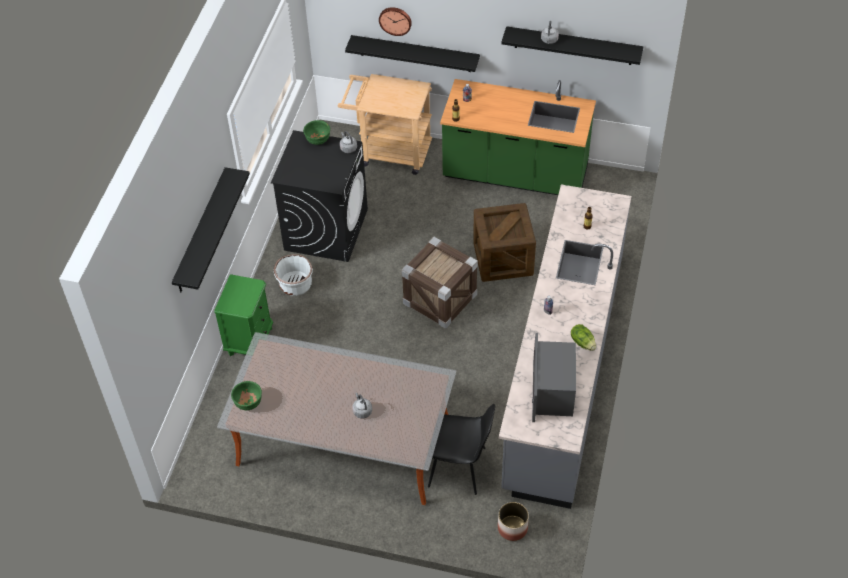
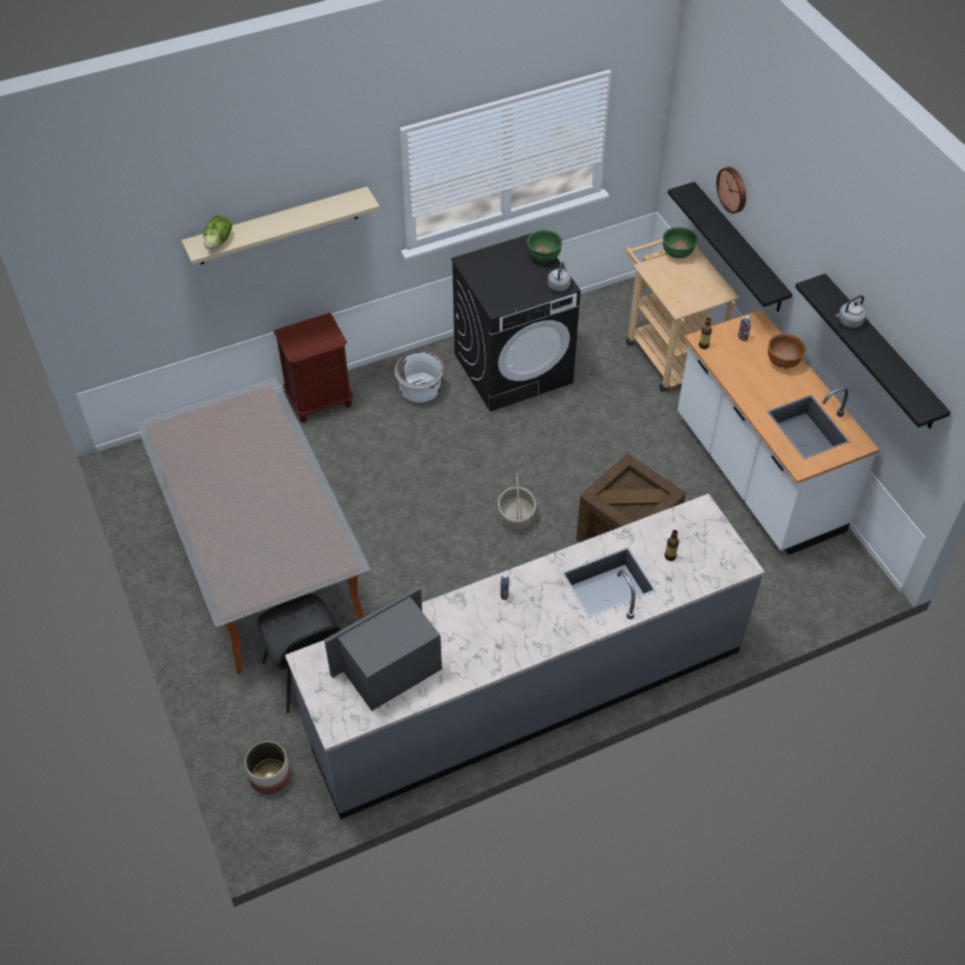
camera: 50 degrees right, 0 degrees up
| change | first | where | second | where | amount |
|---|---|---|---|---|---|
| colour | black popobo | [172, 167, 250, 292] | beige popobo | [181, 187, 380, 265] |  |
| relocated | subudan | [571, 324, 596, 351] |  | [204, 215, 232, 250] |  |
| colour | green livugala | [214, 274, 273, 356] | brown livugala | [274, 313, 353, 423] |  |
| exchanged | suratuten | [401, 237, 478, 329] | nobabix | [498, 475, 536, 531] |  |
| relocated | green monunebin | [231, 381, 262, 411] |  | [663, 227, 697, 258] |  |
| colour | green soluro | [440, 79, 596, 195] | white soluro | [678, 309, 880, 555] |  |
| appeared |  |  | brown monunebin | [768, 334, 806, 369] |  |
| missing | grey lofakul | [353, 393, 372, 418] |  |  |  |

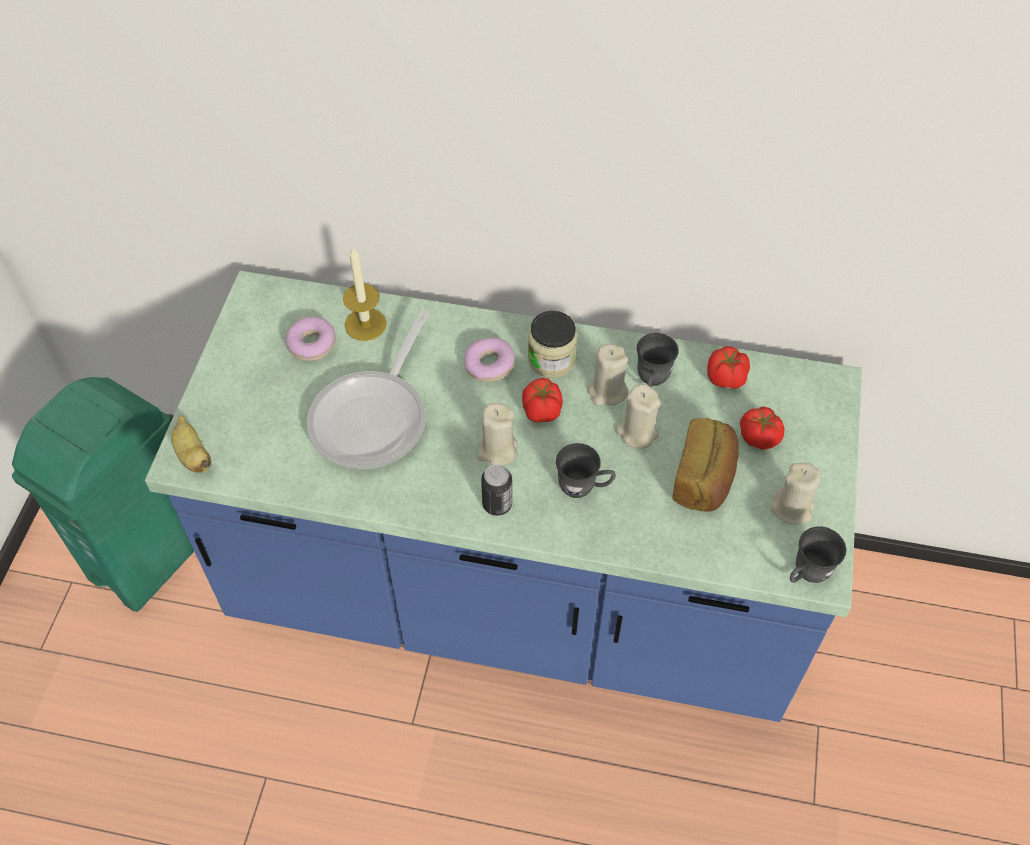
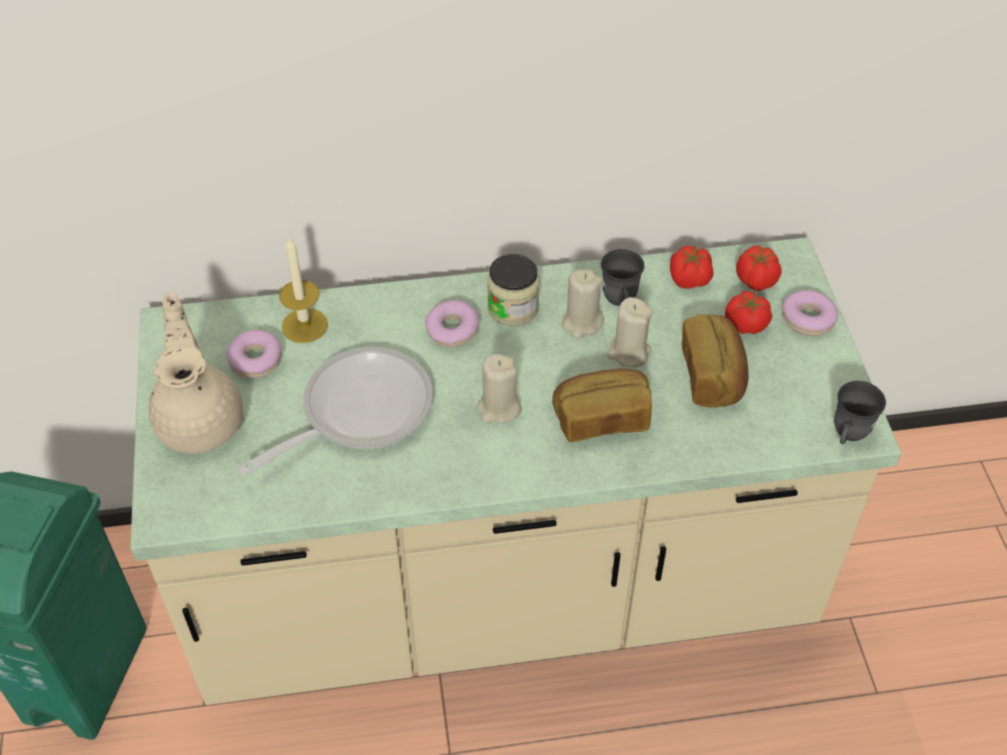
camera: 20 degrees left, 5 degrees down
| change | first | where | second | where | amount |
|---|---|---|---|---|---|
| colour | blue soluro | [145, 271, 862, 722] | beige soluro | [130, 237, 901, 705] |  |
| appeared |  |  | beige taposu | [149, 292, 243, 454] |  |
| spun | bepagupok | [307, 310, 429, 469] |  | [236, 347, 433, 477] | 135 degrees counterclockwise |
| exchanged | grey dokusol | [556, 443, 616, 498] | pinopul | [552, 368, 652, 442] |  |
| relocated | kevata | [522, 378, 563, 423] |  | [736, 245, 782, 291] |  |
| appeared |  |  | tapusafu | [782, 290, 838, 336] |  |
| missing | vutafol | [172, 415, 211, 473] |  |  |  |
| missing | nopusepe | [481, 464, 512, 516] |  |  |  |
| missing | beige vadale | [771, 463, 821, 525] |  |  |  |

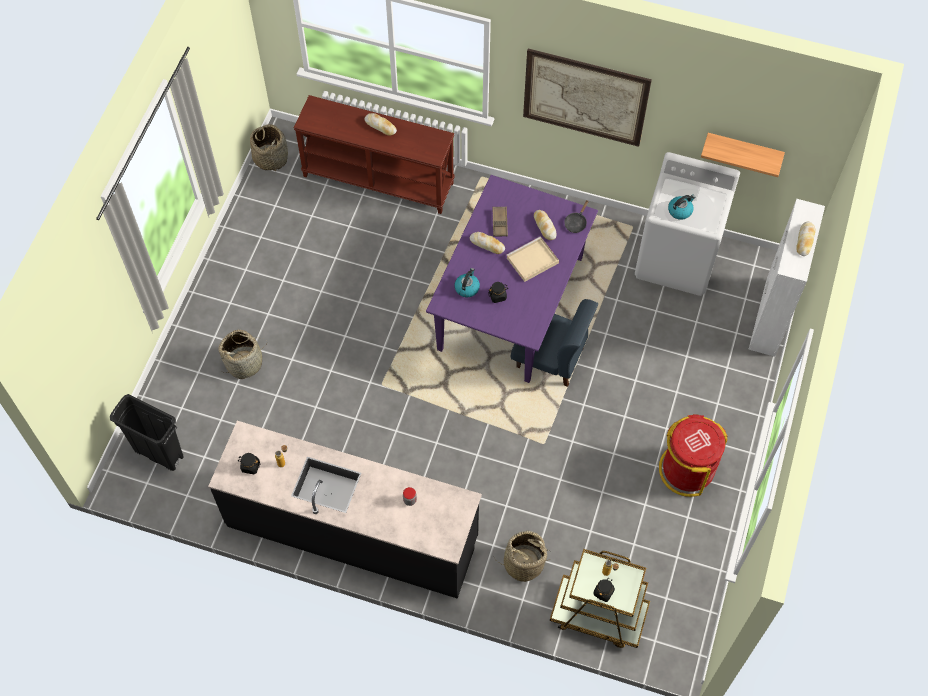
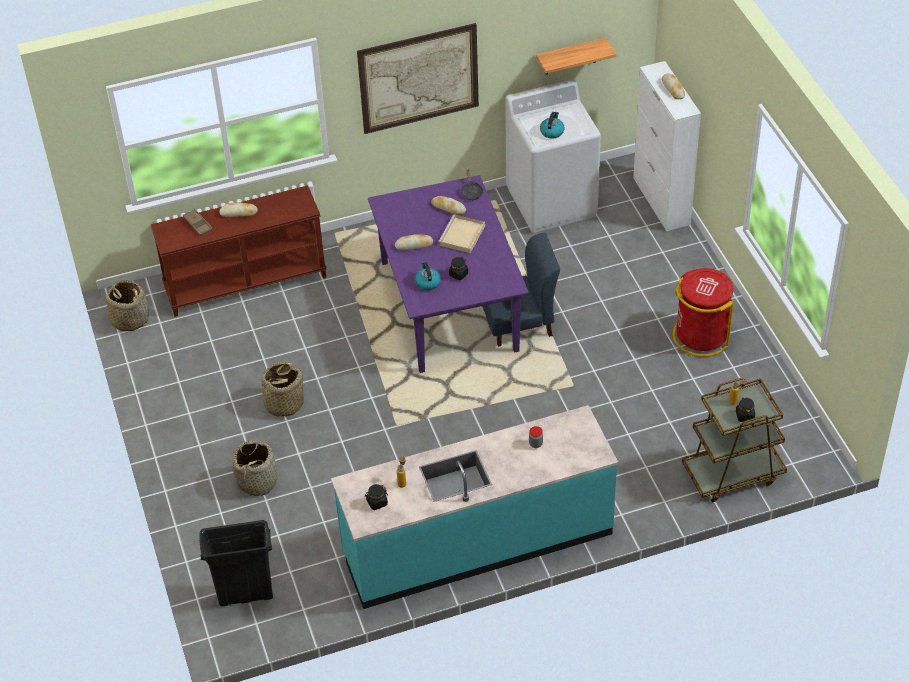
camera: 35 degrees left, 15 degrees down
| change | first | where | second | where | amount |
|---|---|---|---|---|---|
| relocated | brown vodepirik | [493, 207, 508, 236] |  | [183, 209, 213, 236] |  |
| relocated | nobabix | [495, 531, 550, 582] |  | [257, 362, 304, 417] |  |
| colour | black soluro | [208, 421, 482, 599] | turquoise soluro | [331, 405, 618, 609] |  |

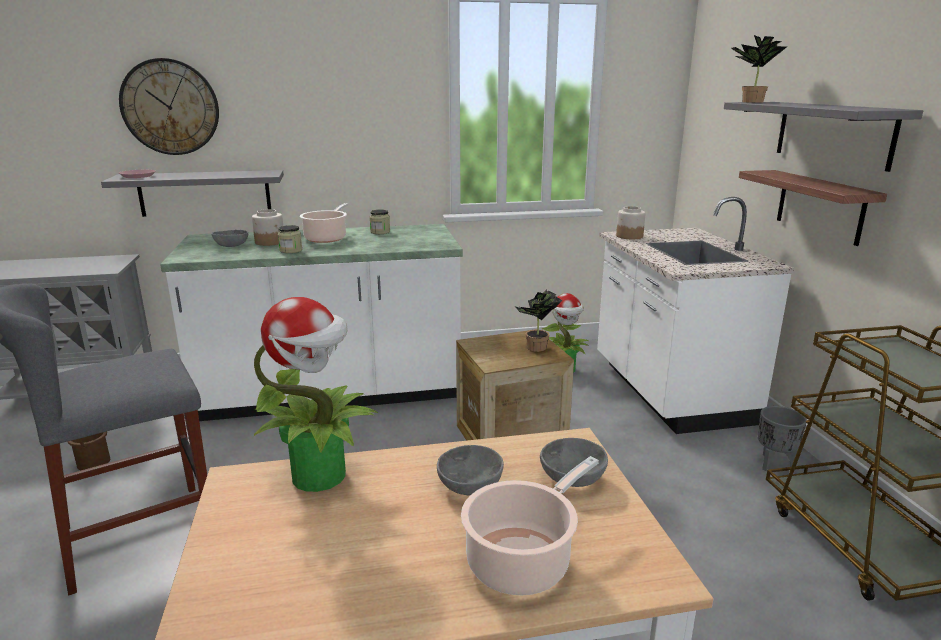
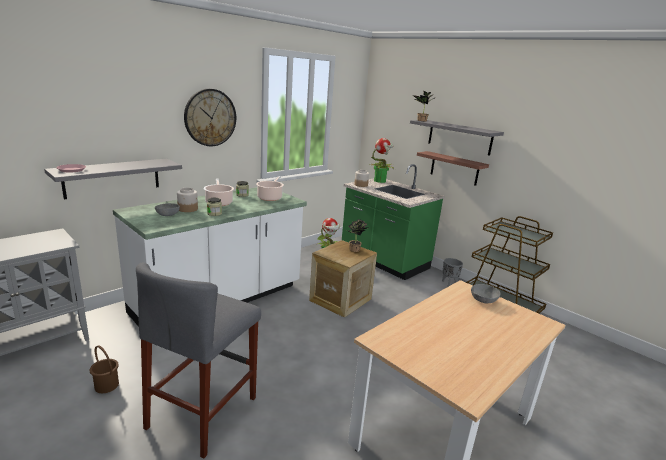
camera: 35 degrees left, 0 degrees up
| change | first | where | second | where | amount |
|---|---|---|---|---|---|
| relocated | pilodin | [119, 58, 219, 155] |  | [184, 89, 236, 146] |  |
| relocated | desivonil | [461, 456, 599, 596] |  | [256, 176, 284, 201] |  |
| colour | white soluro | [597, 197, 794, 434] | green soluro | [342, 164, 444, 280] |  |
| relocated | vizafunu | [254, 297, 378, 492] |  | [370, 138, 395, 183] |  |
| missing | grey monunebin | [437, 445, 504, 496] |  |  |  |

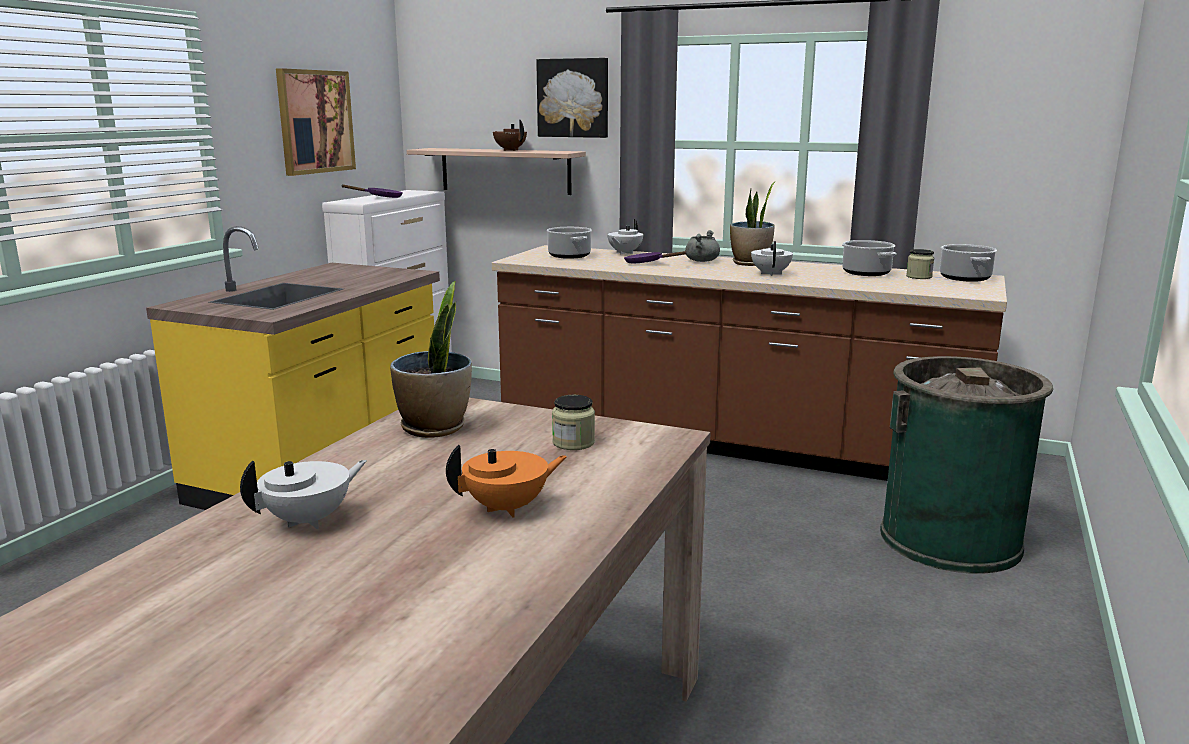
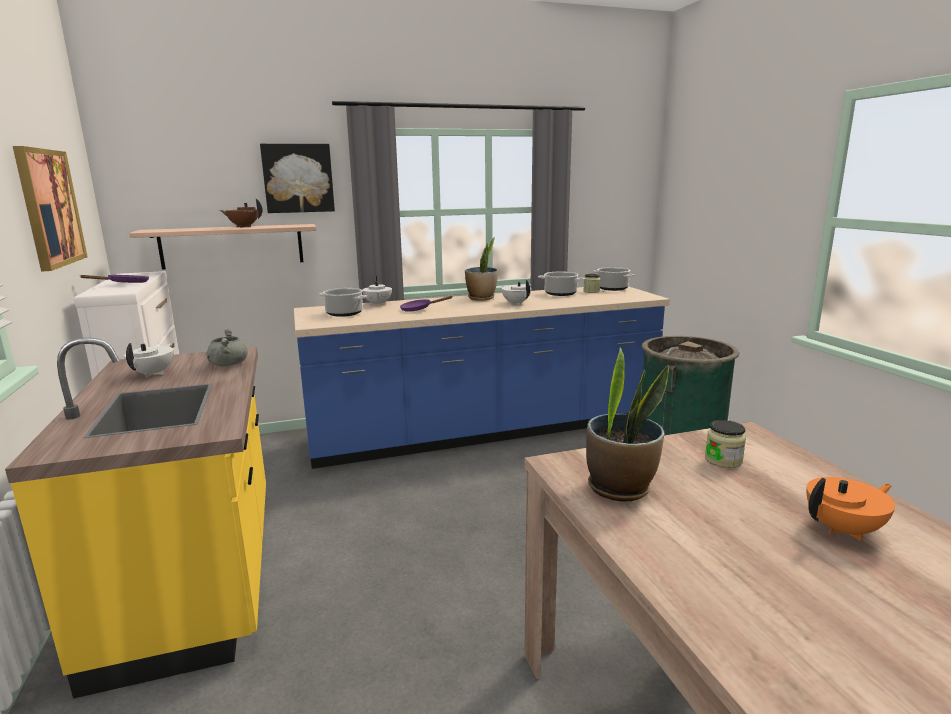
camera: 40 degrees left, 0 degrees up
| change | first | where | second | where | amount |
|---|---|---|---|---|---|
| relocated | white taposu | [240, 460, 367, 529] |  | [124, 343, 174, 377] |  |
| relocated | grey desivonil | [685, 230, 720, 262] |  | [207, 329, 248, 366] |  |
| colour | brown soluro | [492, 245, 1007, 481] | blue soluro | [294, 286, 670, 469] |  |
| spun | orange taposu | [446, 445, 567, 518] |  | [806, 477, 895, 541] | 45 degrees clockwise |

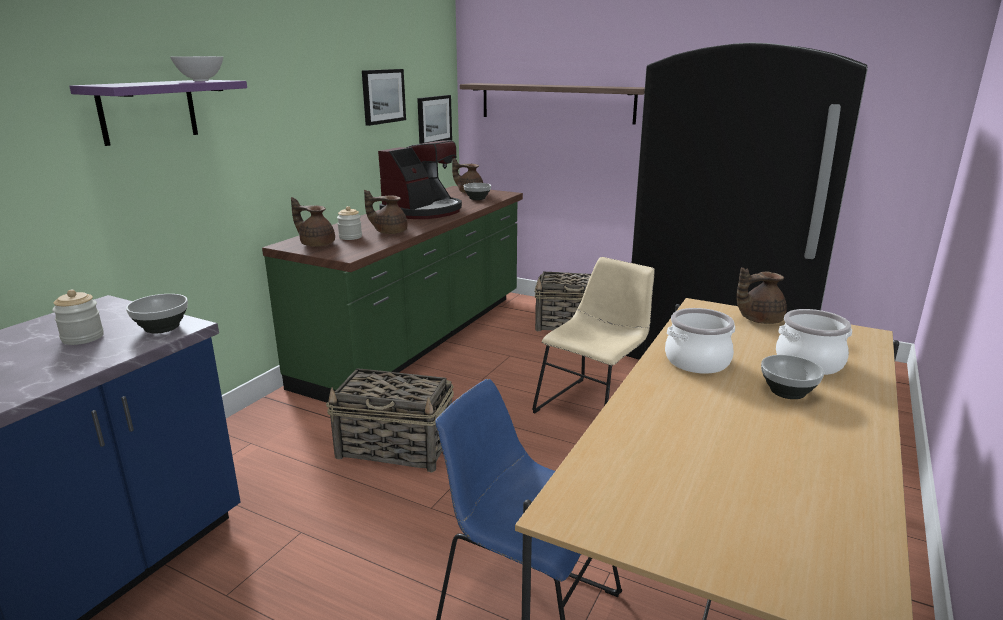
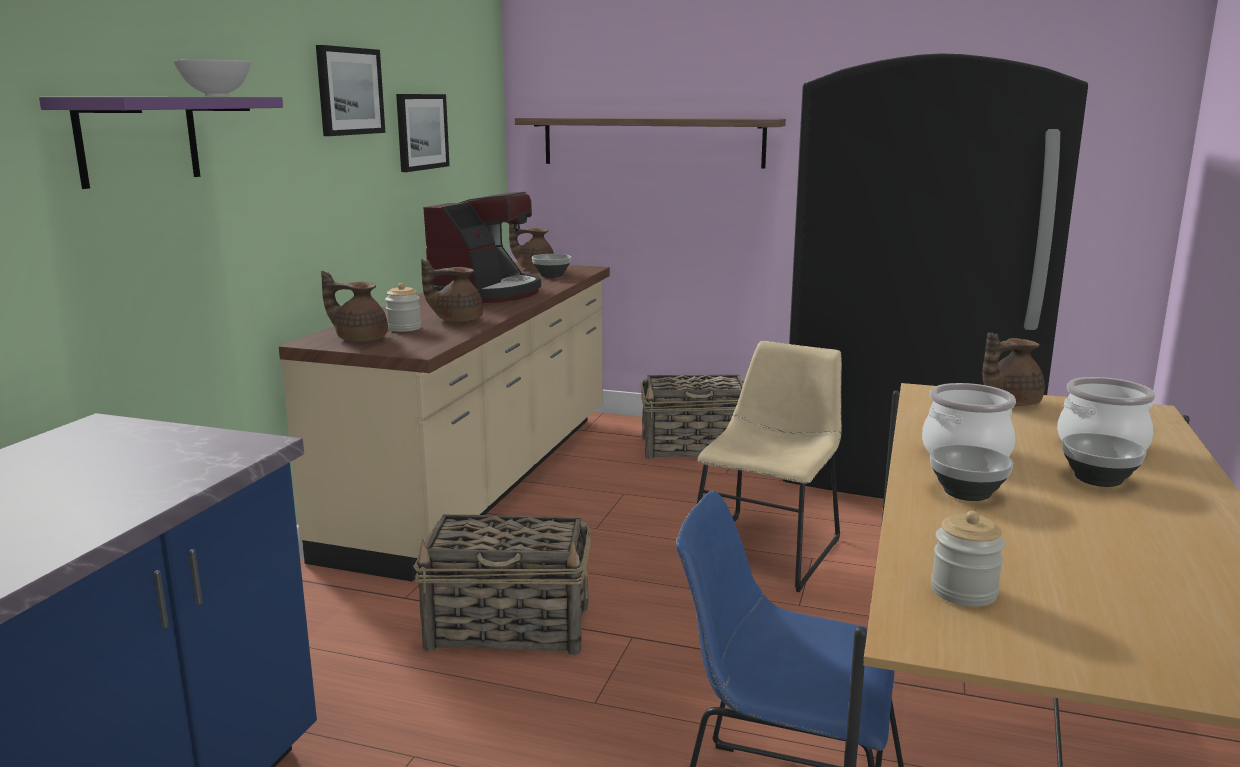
camera: 10 degrees left, 5 degrees down
| change | first | where | second | where | amount |
|---|---|---|---|---|---|
| colour | green soluro | [262, 186, 523, 403] | beige soluro | [279, 262, 610, 582] |  |
| relocated | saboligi | [417, 95, 452, 144] |  | [316, 45, 385, 136] |  |
| relocated | monunebin | [126, 294, 188, 333] |  | [930, 444, 1013, 501] |  |
| relocated | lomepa | [52, 290, 104, 345] |  | [931, 511, 1005, 607] |  |

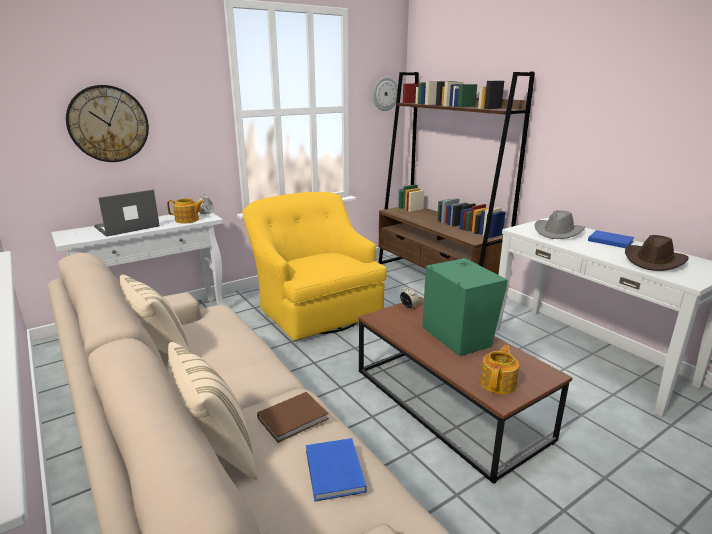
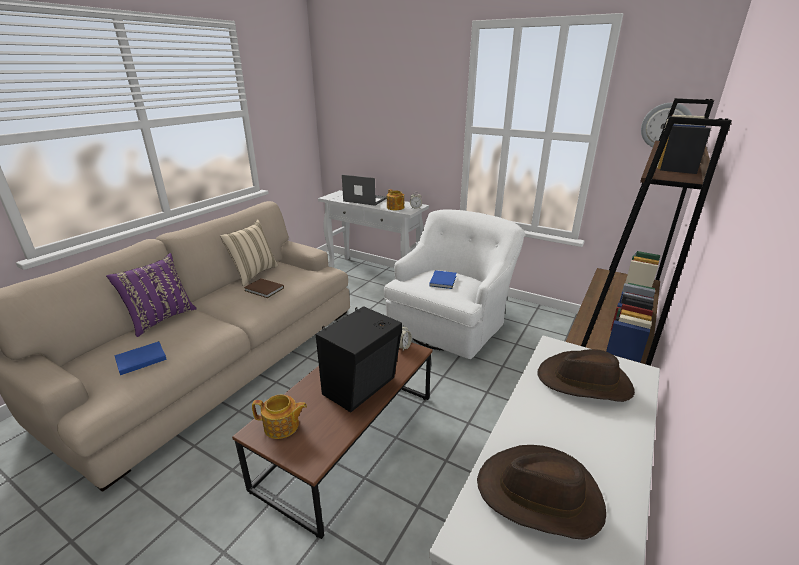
camera: 65 degrees right, 5 degrees up
| change | first | where | second | where | amount |
|---|---|---|---|---|---|
| colour | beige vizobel | [168, 342, 257, 480] | purple vizobel | [106, 253, 197, 337] |  |
| relocated | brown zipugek | [257, 392, 329, 443] |  | [244, 279, 284, 298] |  |
| colour | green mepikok | [422, 258, 508, 356] | black mepikok | [316, 306, 402, 412] |  |
| colour | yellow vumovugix | [242, 192, 386, 340] | white vumovugix | [384, 209, 525, 359] |  |
| relocated | blue zipugek | [588, 230, 635, 248] |  | [429, 270, 456, 289] |  |
| colour | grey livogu | [534, 210, 585, 239] | brown livogu | [537, 349, 635, 402] |  |
| missing | pilodin | [66, 85, 149, 162] |  |  |  |

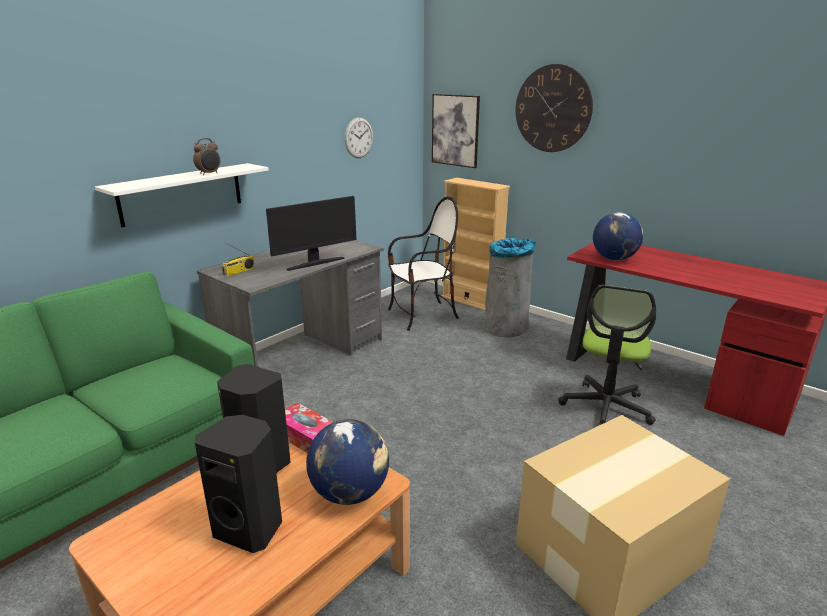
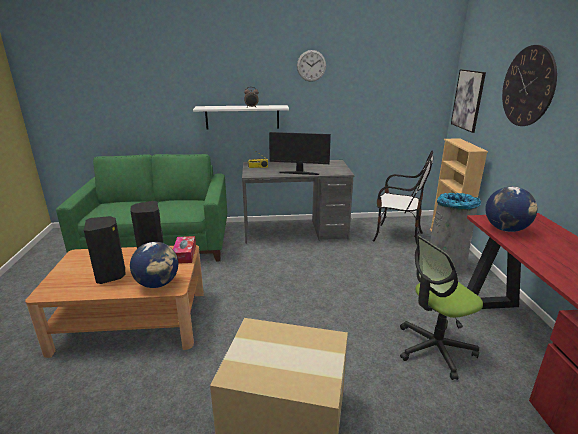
camera: 45 degrees right, 0 degrees up
| change | first | where | second | where | amount |
|---|---|---|---|---|---|
| relocated | pilodin | [345, 117, 373, 158] |  | [297, 50, 326, 82] |  |

